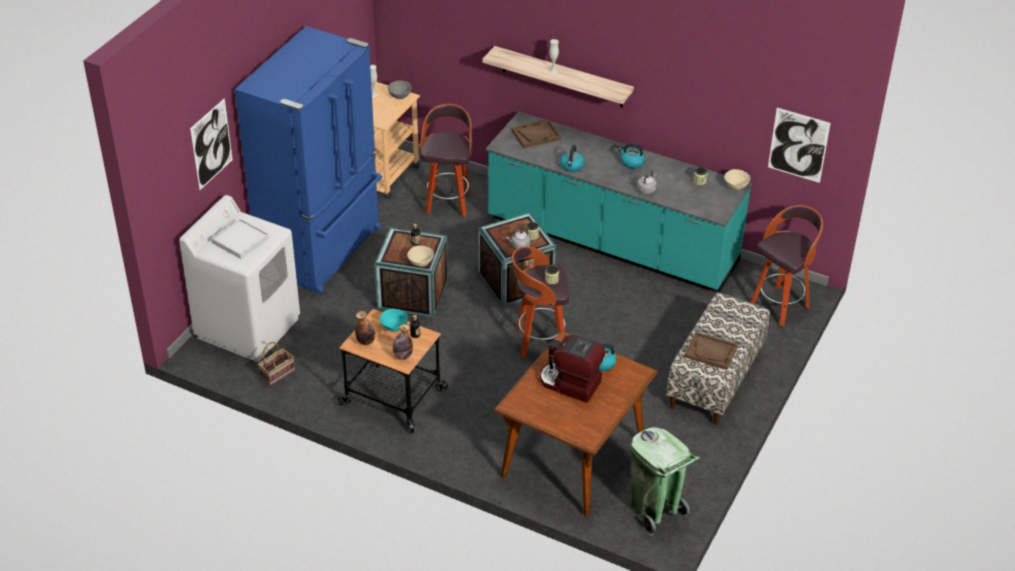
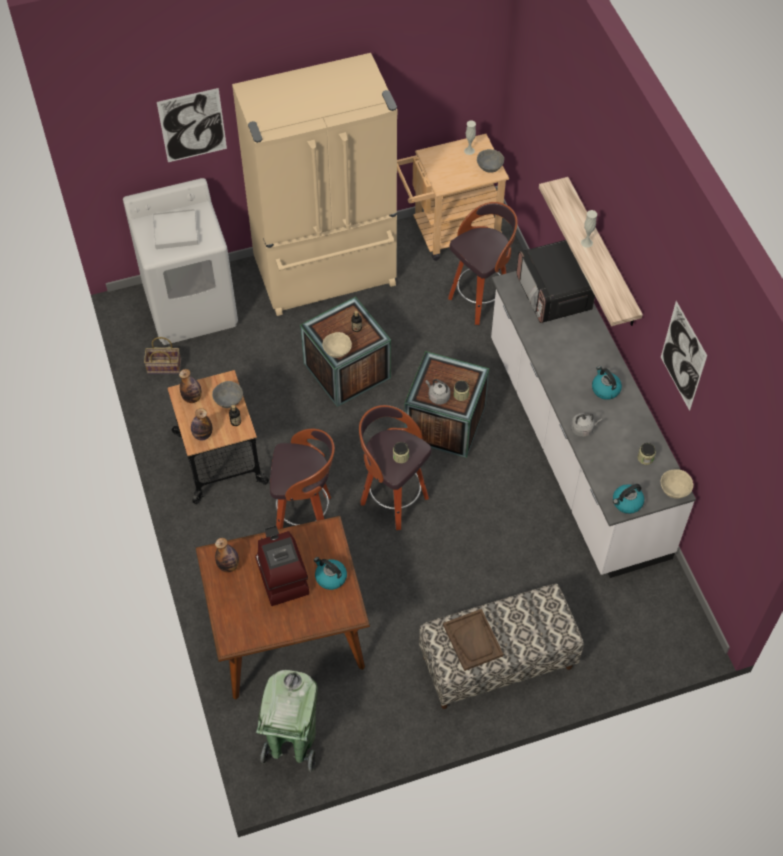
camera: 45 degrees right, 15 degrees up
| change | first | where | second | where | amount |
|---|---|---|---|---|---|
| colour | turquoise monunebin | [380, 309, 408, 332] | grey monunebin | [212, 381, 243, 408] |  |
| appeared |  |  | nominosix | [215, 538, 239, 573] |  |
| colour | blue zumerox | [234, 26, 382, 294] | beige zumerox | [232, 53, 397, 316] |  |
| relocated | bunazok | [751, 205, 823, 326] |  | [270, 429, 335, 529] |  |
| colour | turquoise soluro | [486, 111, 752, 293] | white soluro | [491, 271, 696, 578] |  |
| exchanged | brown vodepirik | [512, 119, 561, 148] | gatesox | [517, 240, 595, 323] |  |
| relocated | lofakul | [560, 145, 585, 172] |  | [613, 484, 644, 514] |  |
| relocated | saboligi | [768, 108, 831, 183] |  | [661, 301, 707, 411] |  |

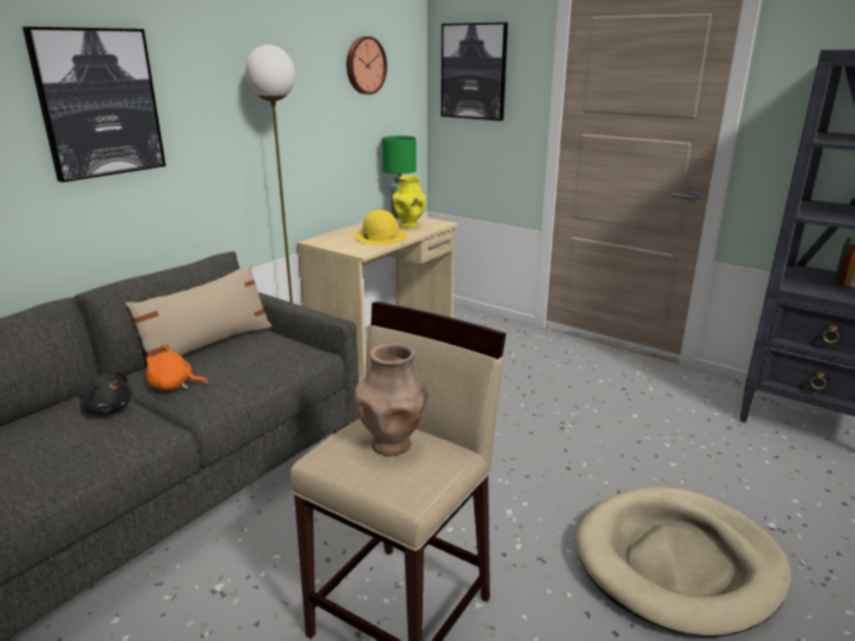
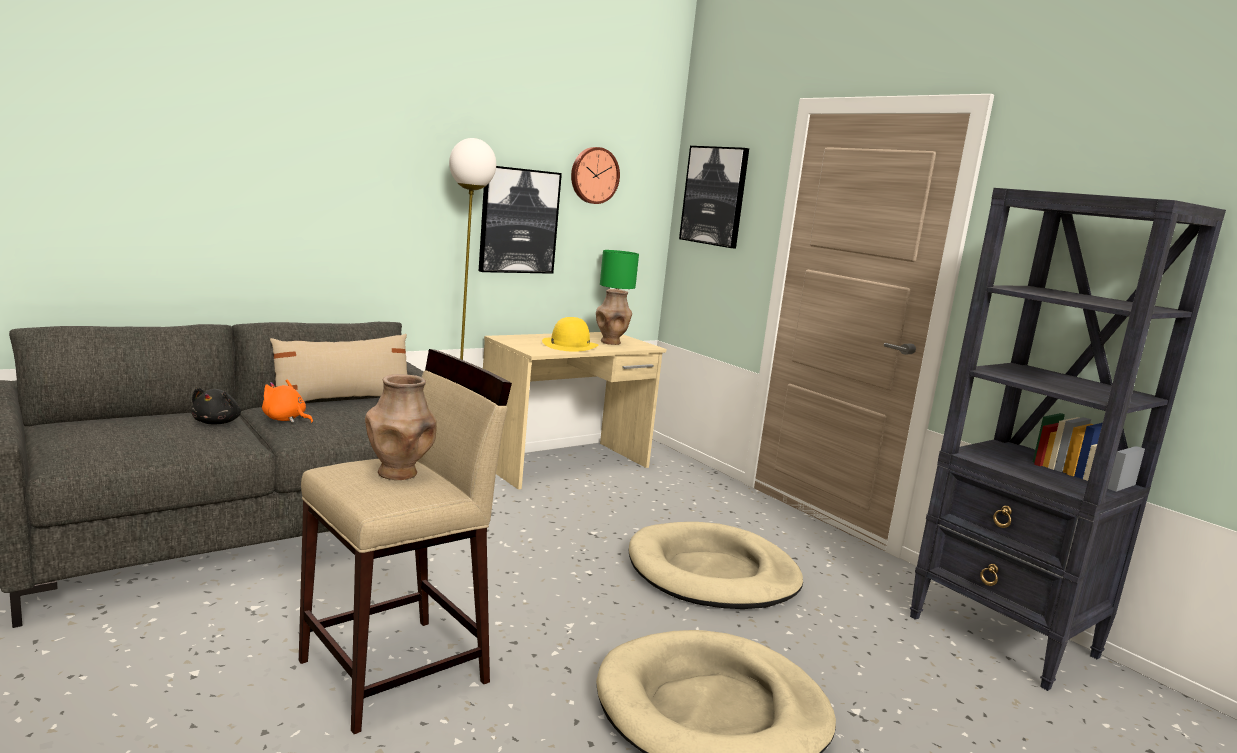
camera: 15 degrees right, 10 degrees down
| change | first | where | second | where | amount |
|---|---|---|---|---|---|
| spun | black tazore | [79, 371, 132, 415] |  | [191, 388, 241, 424] | 45 degrees clockwise |
| relocated | saboligi | [23, 27, 166, 182] |  | [479, 166, 562, 274] |  |
| colour | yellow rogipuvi | [393, 175, 426, 229] | brown rogipuvi | [596, 289, 632, 345] |  |
| appeared |  |  | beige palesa | [628, 522, 803, 609] |  |

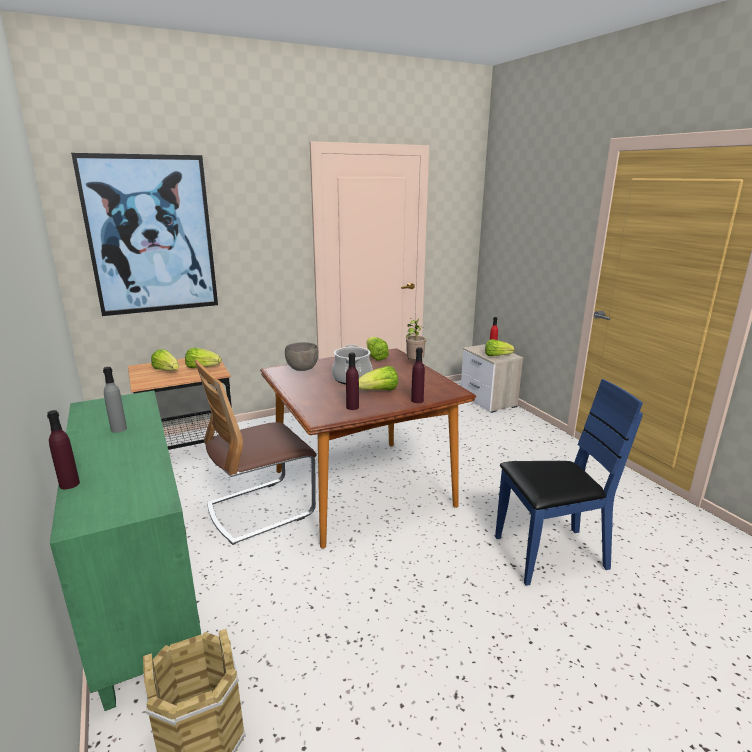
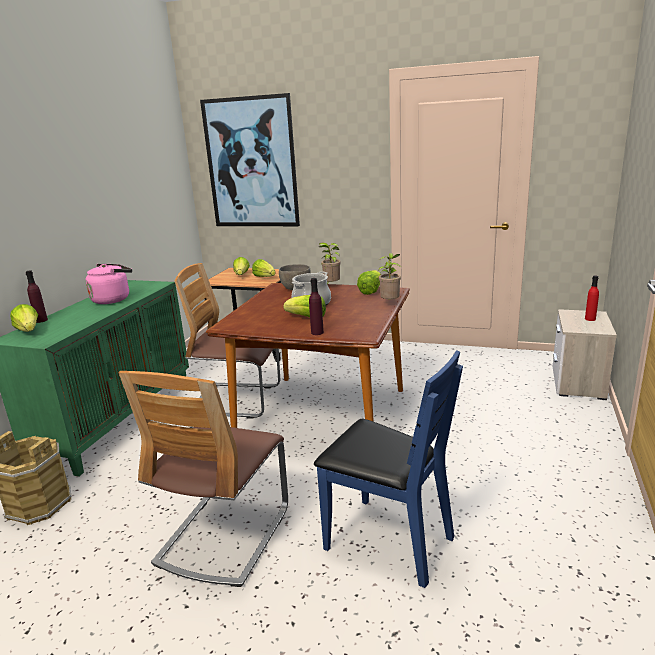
camera: 45 degrees right, 0 degrees up
| change | first | where | second | where | amount |
|---|---|---|---|---|---|
| relocated | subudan | [485, 339, 515, 356] |  | [10, 304, 38, 332] |  |
| exchanged | grey nominosix | [103, 367, 127, 433] | pink lofakul | [86, 264, 132, 304] |  |
| appeared |  |  | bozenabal | [119, 371, 288, 587] |  |
| appeared |  |  | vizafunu | [319, 243, 341, 284] |  |
| missing | purple nominosix | [346, 353, 359, 410] |  |  |  |

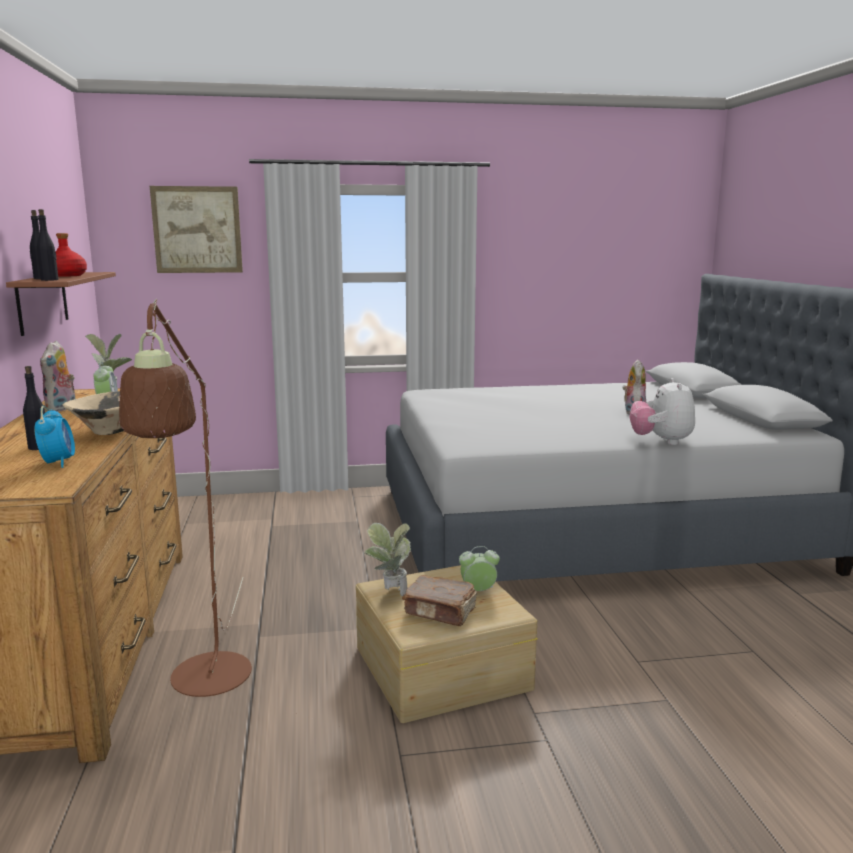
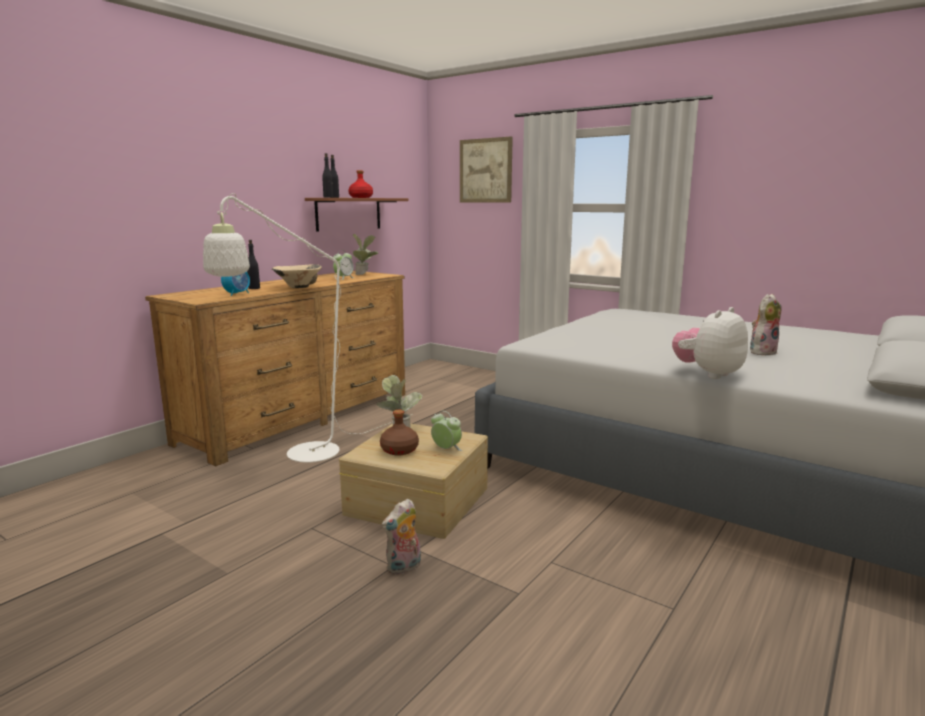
camera: 45 degrees right, 0 degrees up
| change | first | where | second | where | amount |
|---|---|---|---|---|---|
| colour | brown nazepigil | [119, 299, 252, 697] | white nazepigil | [203, 193, 413, 462] |  |
| exchanged | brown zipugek | [402, 575, 477, 627] | brown nominosix | [380, 410, 419, 455] |  |
| relocated | tazore | [40, 341, 75, 412] |  | [382, 498, 421, 575] |  |

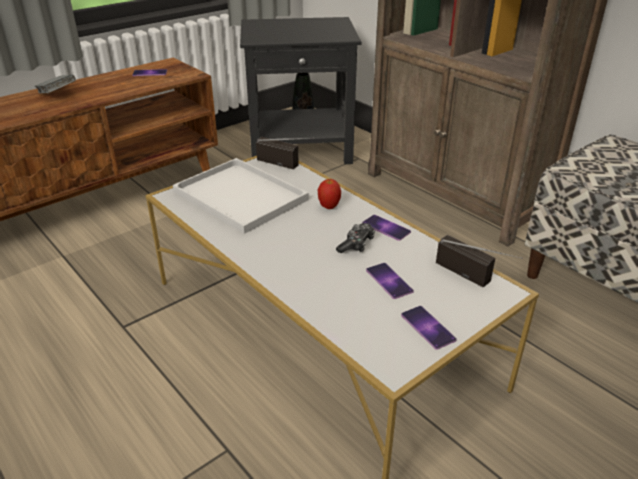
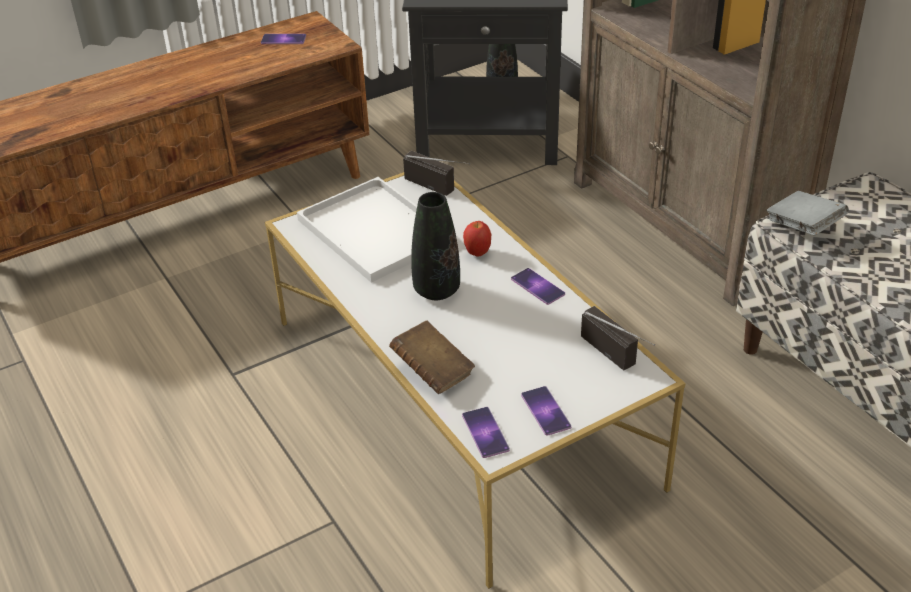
camera: 10 degrees right, 5 degrees up
| change | first | where | second | where | amount |
|---|---|---|---|---|---|
| appeared |  |  | brown zipugek | [389, 320, 475, 394] |  |
| appeared |  |  | black rogipuvi | [411, 192, 460, 300] |  |
| relocated | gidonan | [366, 263, 414, 299] |  | [462, 407, 510, 458] |  |
| relocated | grey zipugek | [34, 74, 76, 93] |  | [766, 191, 849, 236] |  |
| missing | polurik | [336, 223, 375, 253] |  |  |  |

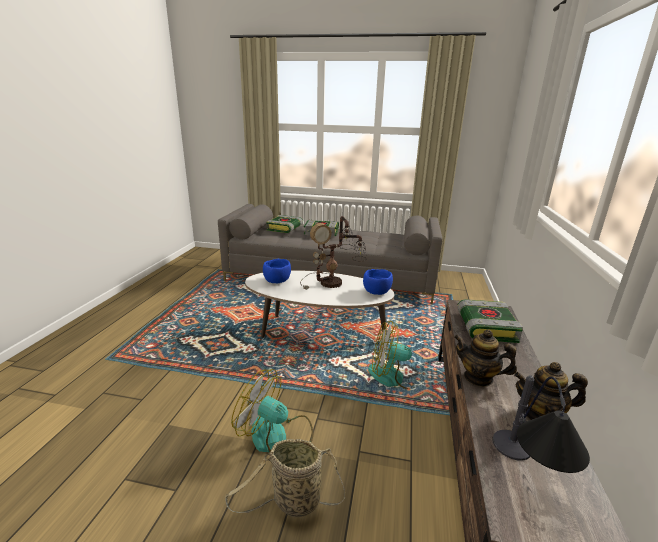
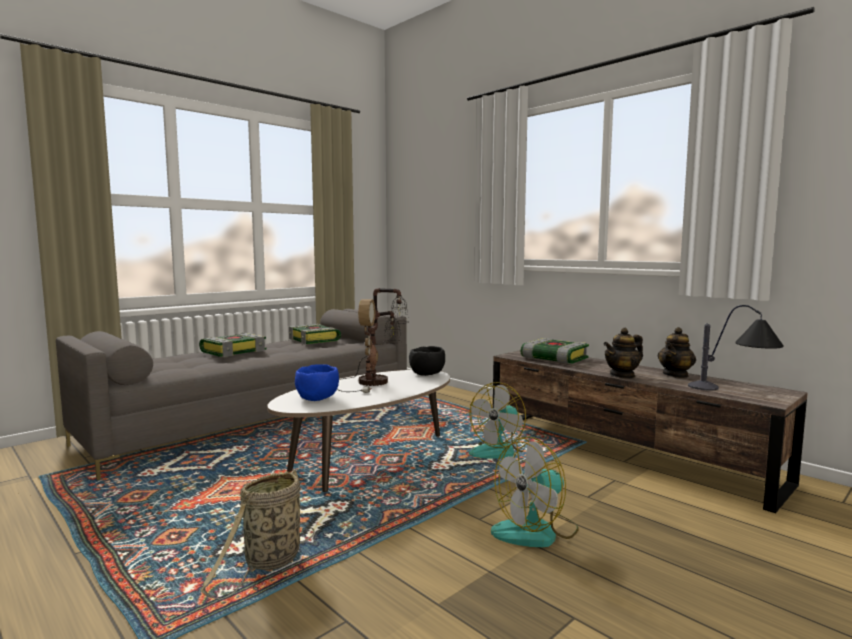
camera: 55 degrees left, 15 degrees down
| change | first | where | second | where | amount |
|---|---|---|---|---|---|
| relocated | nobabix | [225, 439, 345, 517] |  | [200, 469, 315, 599] |  |
| relocated | zipugek | [266, 215, 303, 233] |  | [289, 324, 341, 345] |  |
| colour | blue monunebin | [363, 269, 393, 295] | black monunebin | [409, 346, 445, 376] |  |

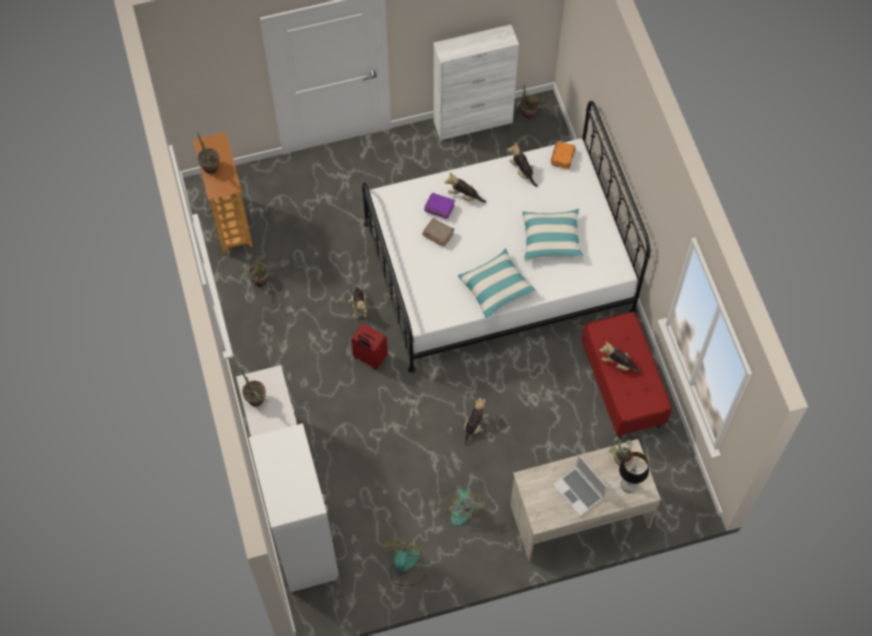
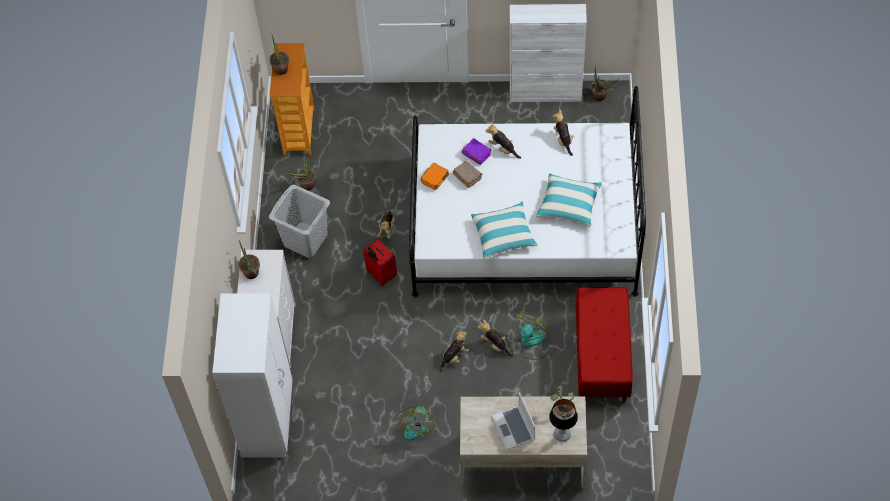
camera: 20 degrees right, 5 degrees down
| change | first | where | second | where | amount |
|---|---|---|---|---|---|
| appeared |  |  | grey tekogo | [269, 185, 330, 258] |  |
| relocated | orange zipugek | [551, 141, 575, 169] |  | [420, 163, 449, 190] |  |
| relocated | tazore | [599, 341, 641, 372] |  | [478, 319, 513, 357] |  |
| relocated | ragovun | [383, 539, 426, 586] |  | [515, 311, 547, 360] |  |

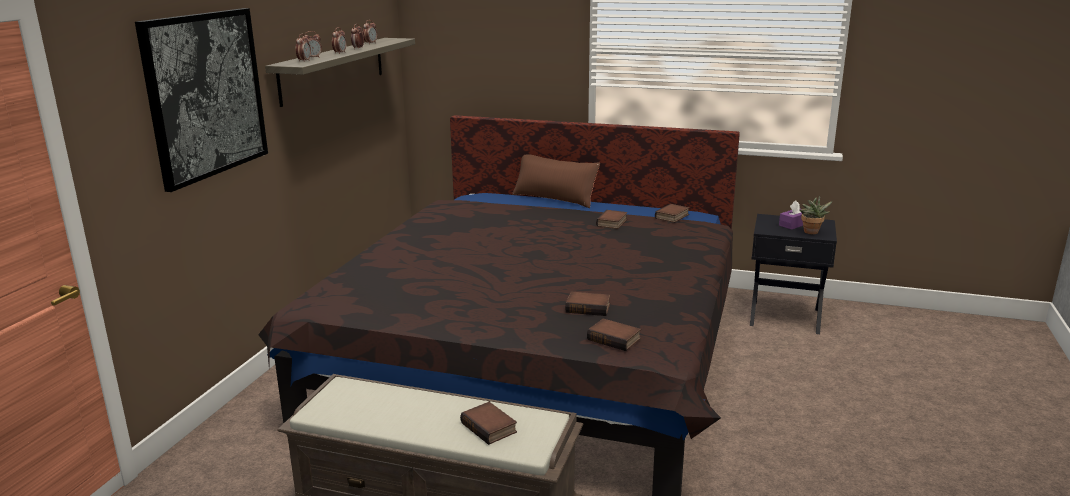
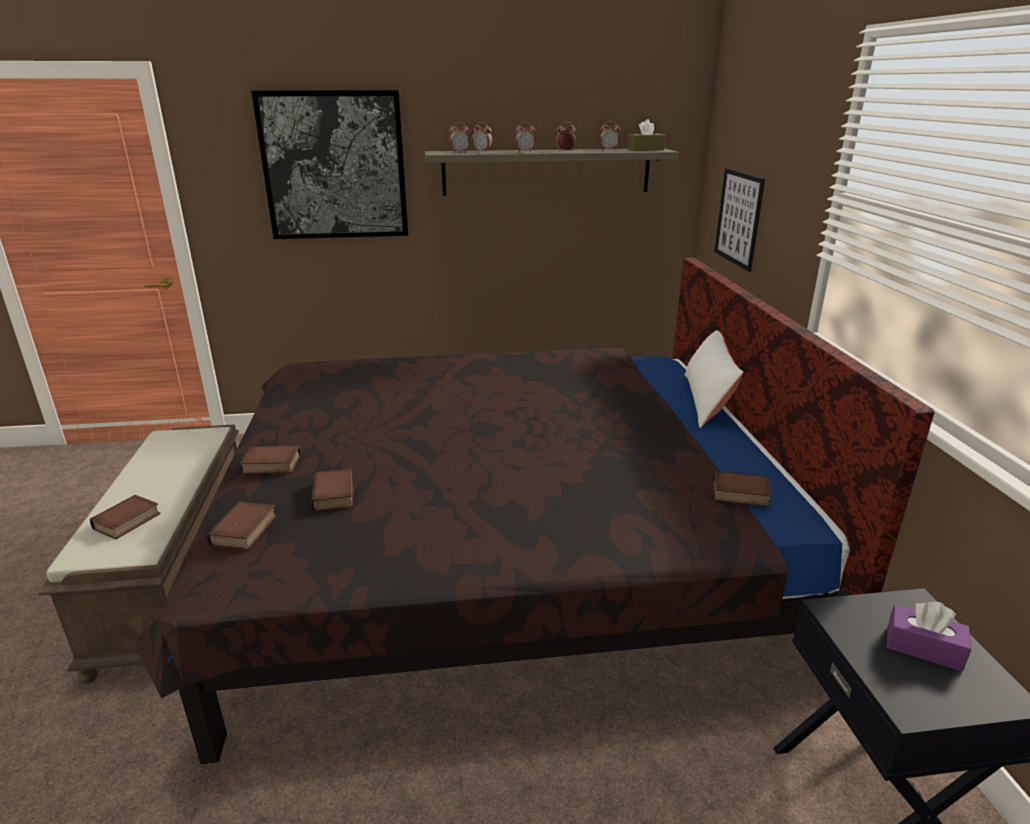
camera: 65 degrees right, 5 degrees up
| change | first | where | second | where | amount |
|---|---|---|---|---|---|
| relocated | zipugek | [596, 210, 628, 229] |  | [240, 445, 301, 474] |  |
| appeared |  |  | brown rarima | [628, 119, 666, 151] |  |
| colour | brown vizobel | [512, 154, 600, 208] | white vizobel | [685, 330, 744, 428] |  |
| appeared |  |  | saboligi | [714, 168, 765, 272] |  |
| missing | vizafunu | [799, 196, 833, 234] |  |  |  |

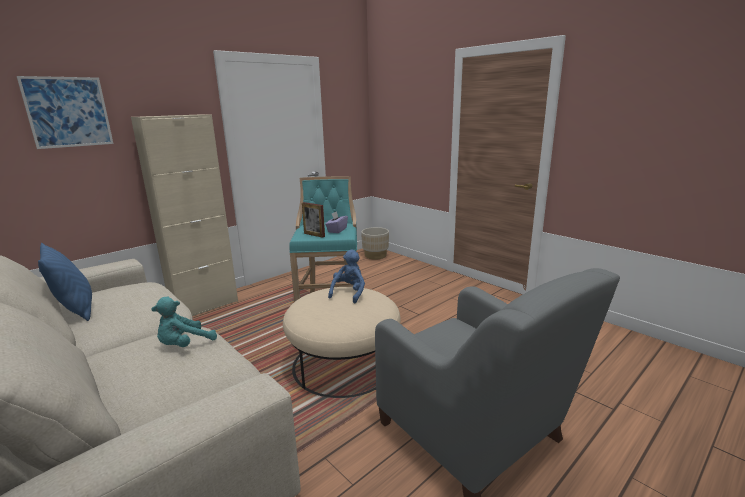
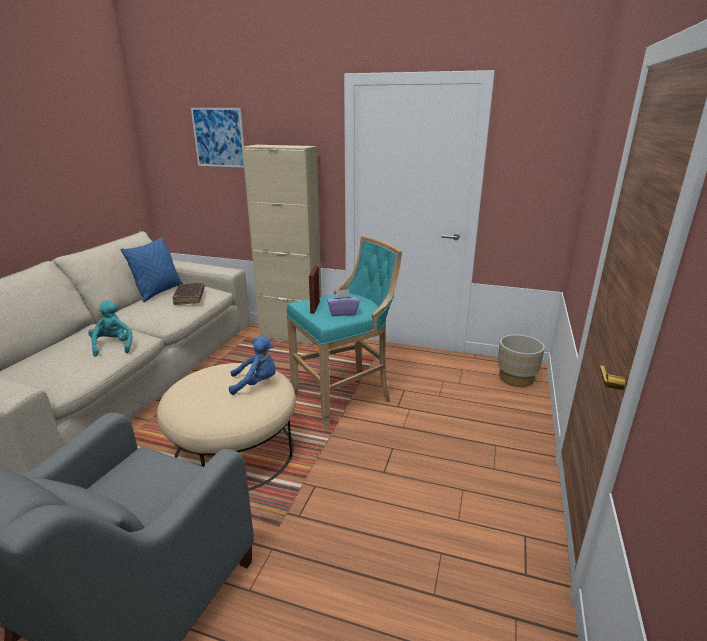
camera: 60 degrees right, 5 degrees up
| change | first | where | second | where | amount |
|---|---|---|---|---|---|
| spun | turquoise tazore | [151, 297, 217, 347] |  | [88, 300, 132, 357] | 60 degrees clockwise |
| appeared |  |  | brown zipugek | [172, 283, 204, 305] |  |

